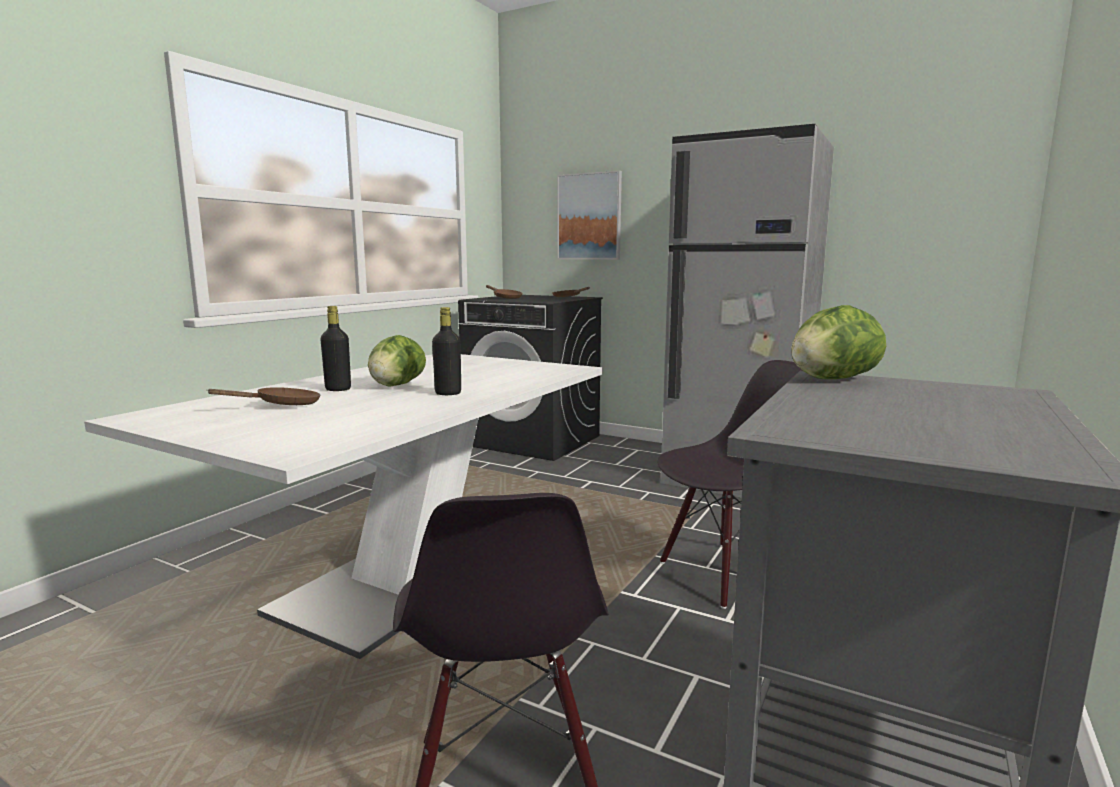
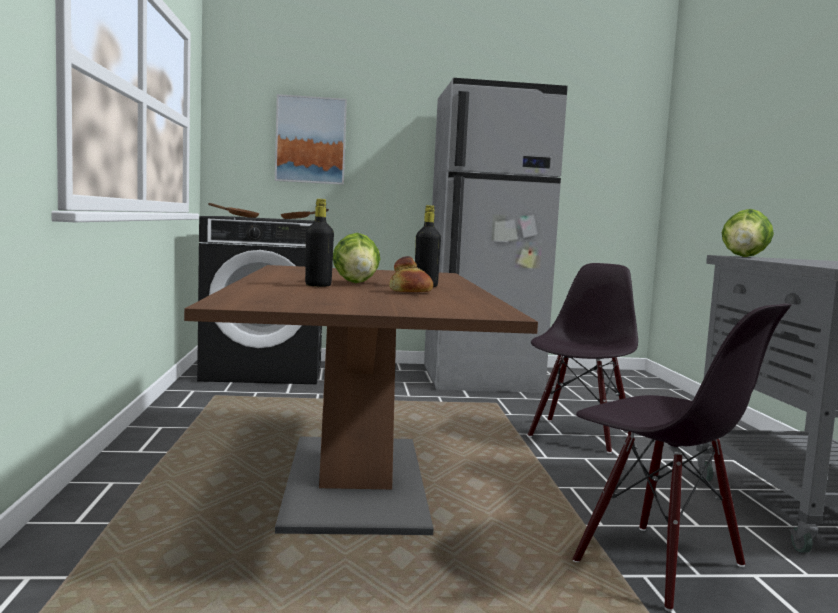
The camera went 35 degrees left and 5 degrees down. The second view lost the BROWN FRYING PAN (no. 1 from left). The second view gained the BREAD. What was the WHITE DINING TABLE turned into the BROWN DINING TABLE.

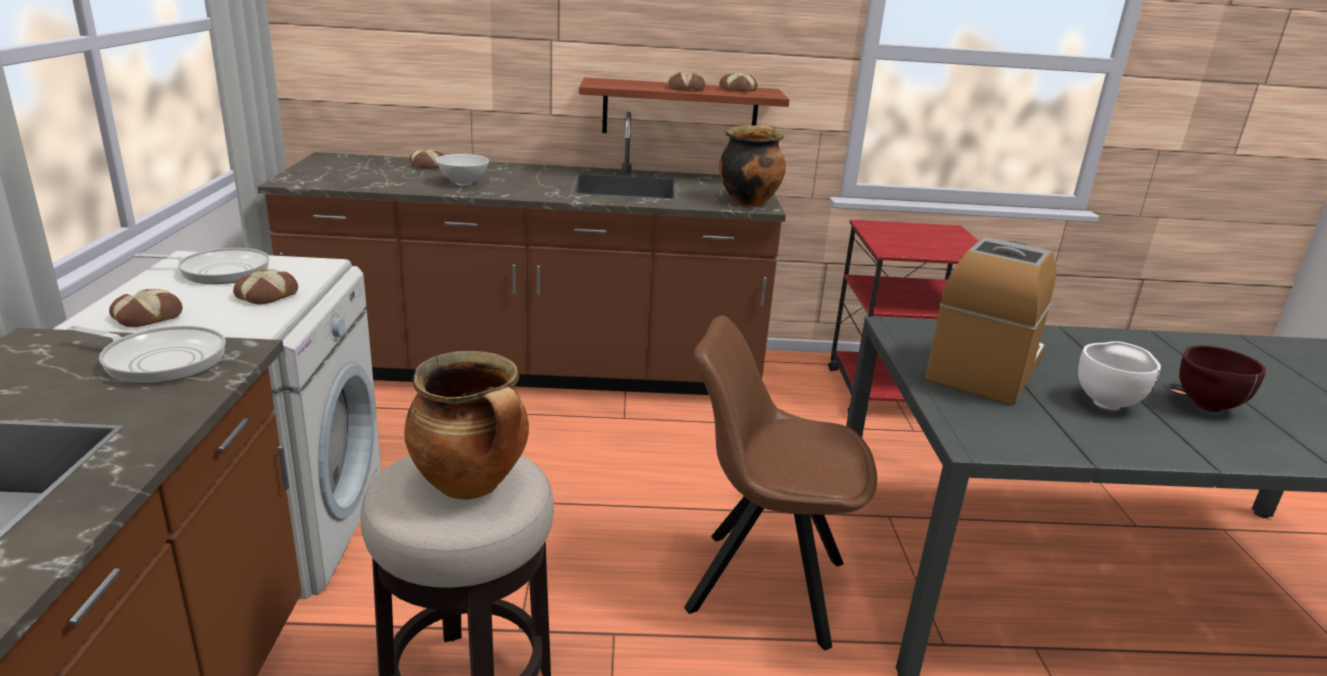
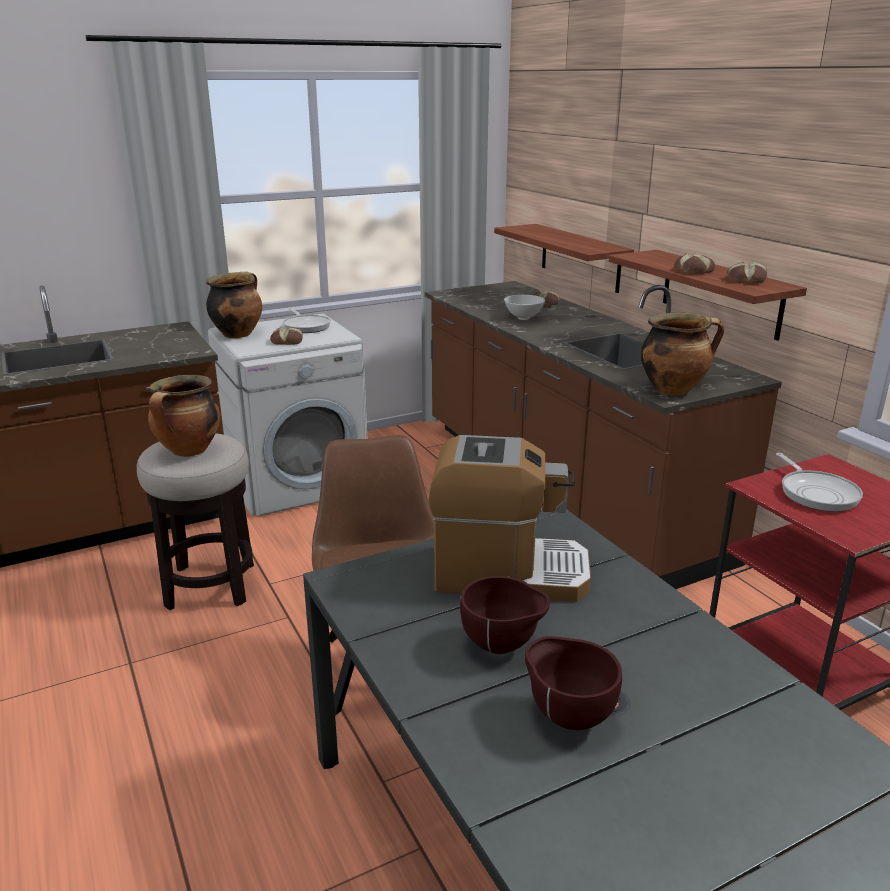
The camera went 65 degrees right and 0 degrees up. The second view gained the SHELF (no. 1 from left). The FRYING PAN (no. 1 from left in the first image) ended up elsewhere. Where the BREAD (no. 1 from left) stood, the COOKING POT (no. 2 from left) came to stand. What was the WHITE BOWL (no. 2 from left) turned into the BROWN BOWL (no. 1 from left).

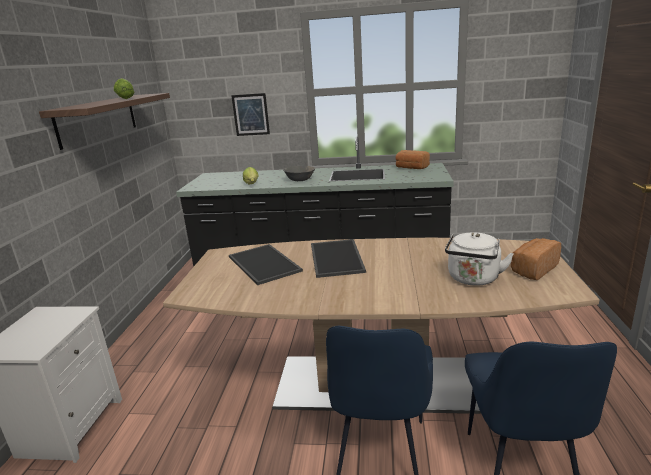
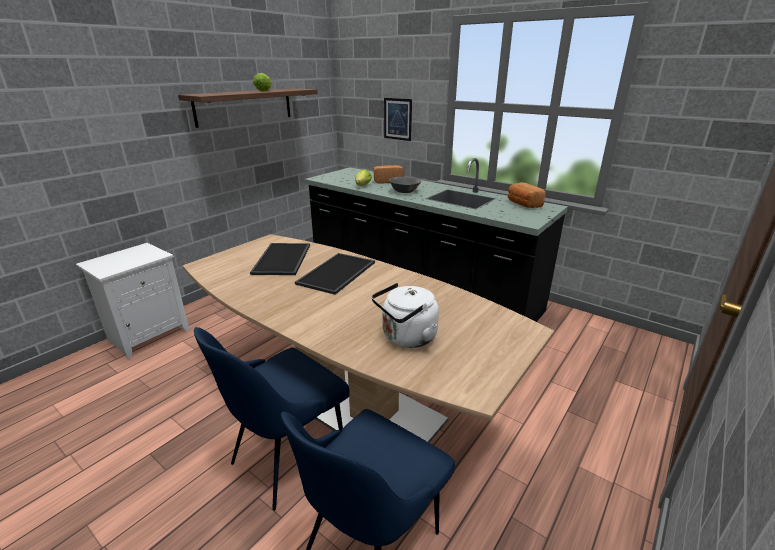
The camera went 30 degrees right and 5 degrees up. The BREAD (no. 2 from left in the first image) ended up elsewhere.

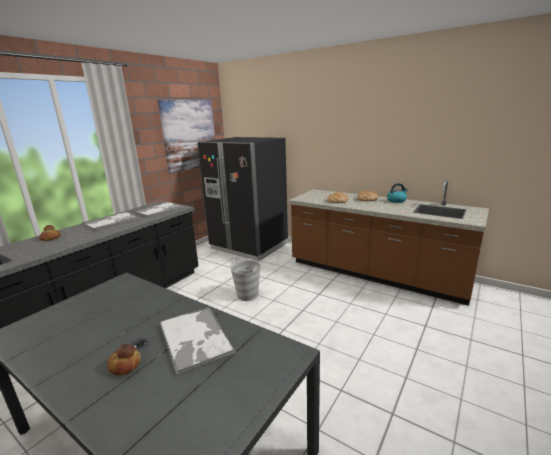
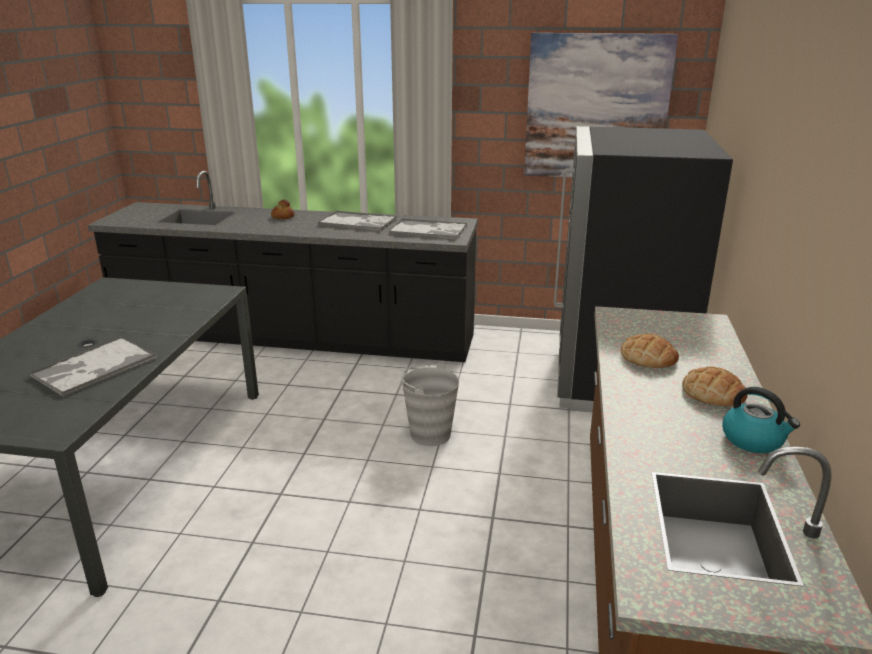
The camera went 65 degrees right and 5 degrees up. The second view lost the BREAD (no. 2 from left).

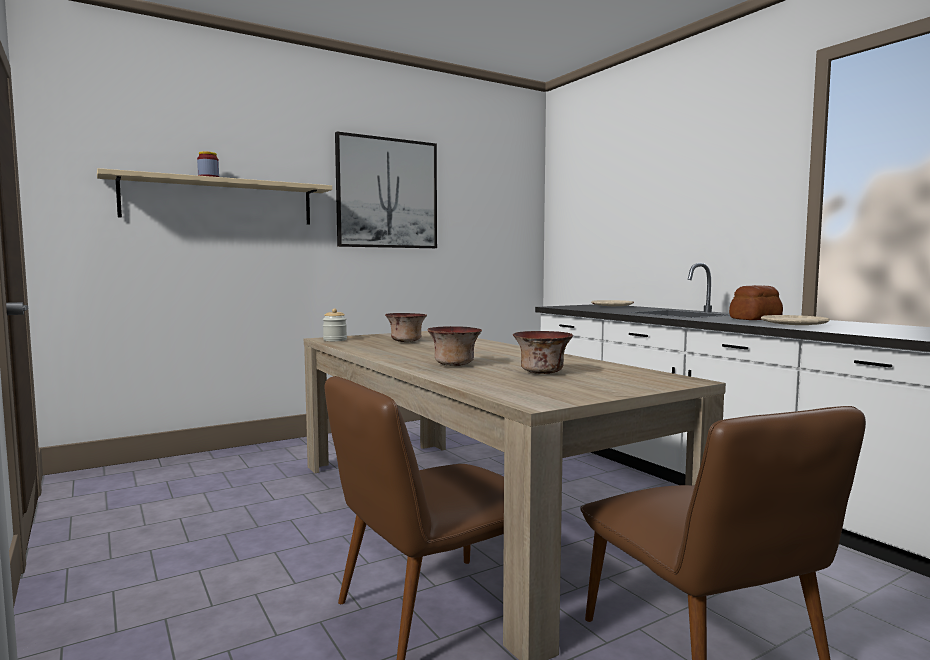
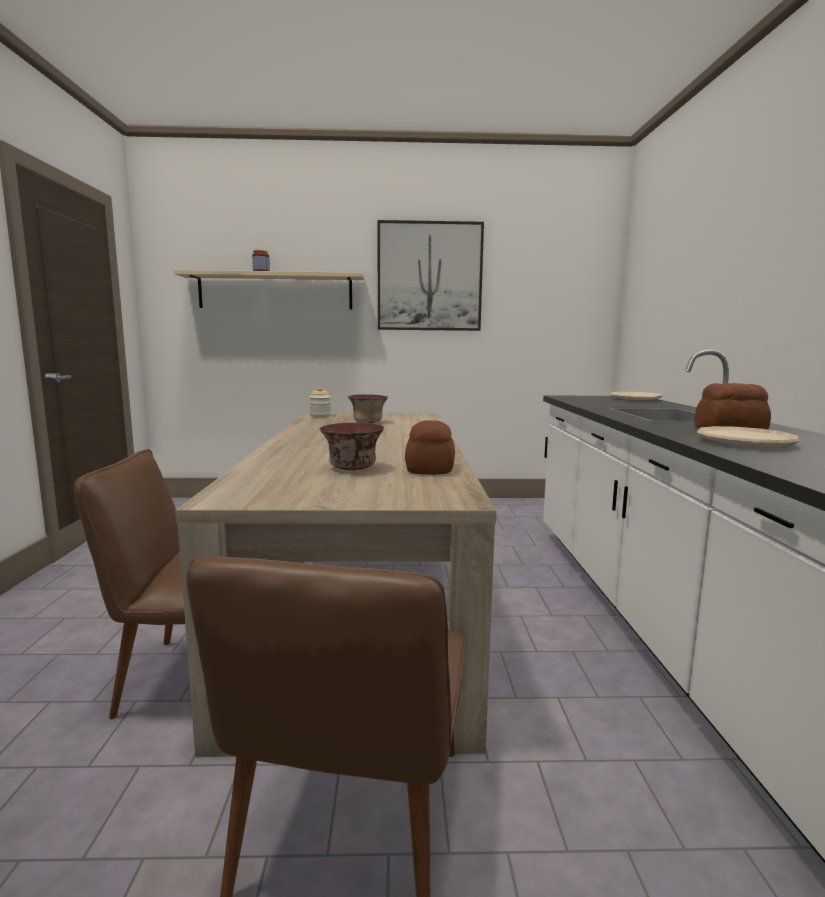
The camera went 30 degrees right and 5 degrees up. The second view lost the BOWL (no. 2 from left). The second view gained the BREAD (no. 1 from left).

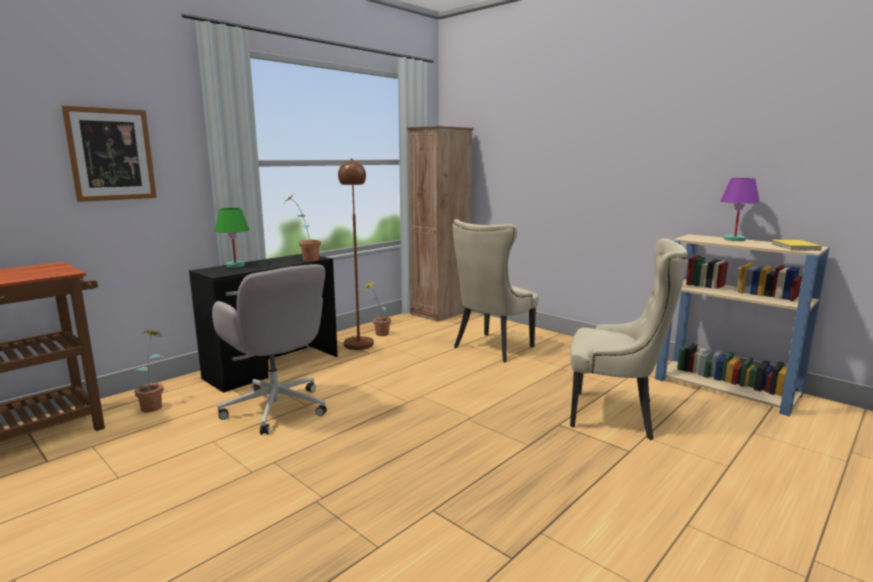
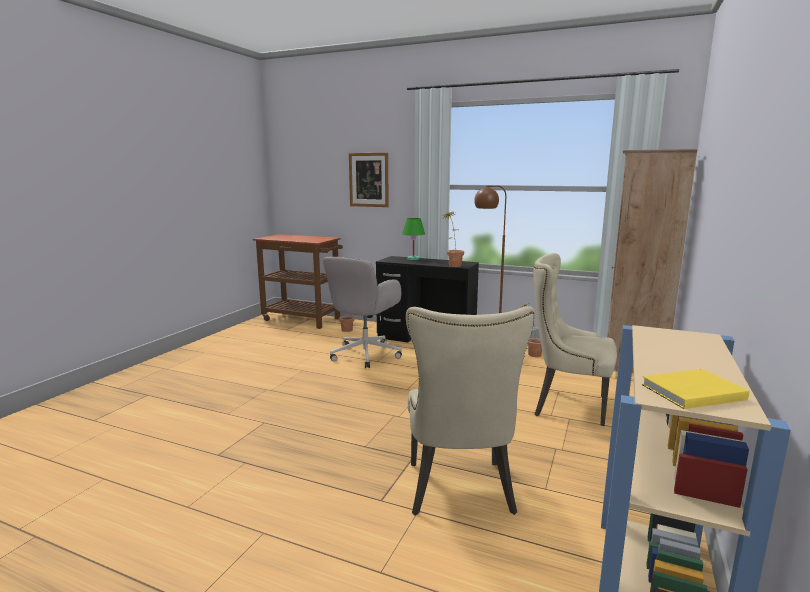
The camera went 70 degrees right and 0 degrees up. The second view lost the PURPLE TABLE LAMP.

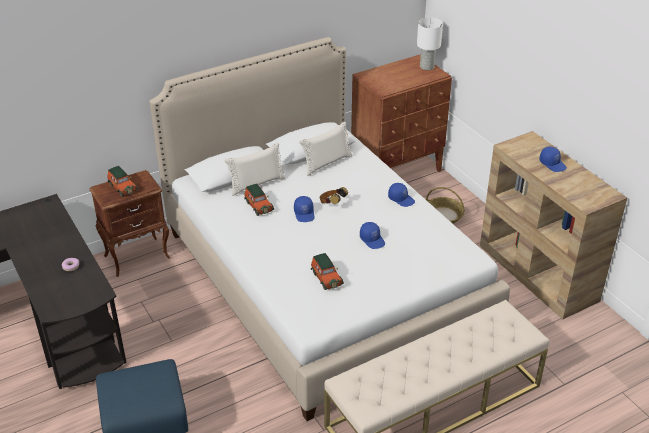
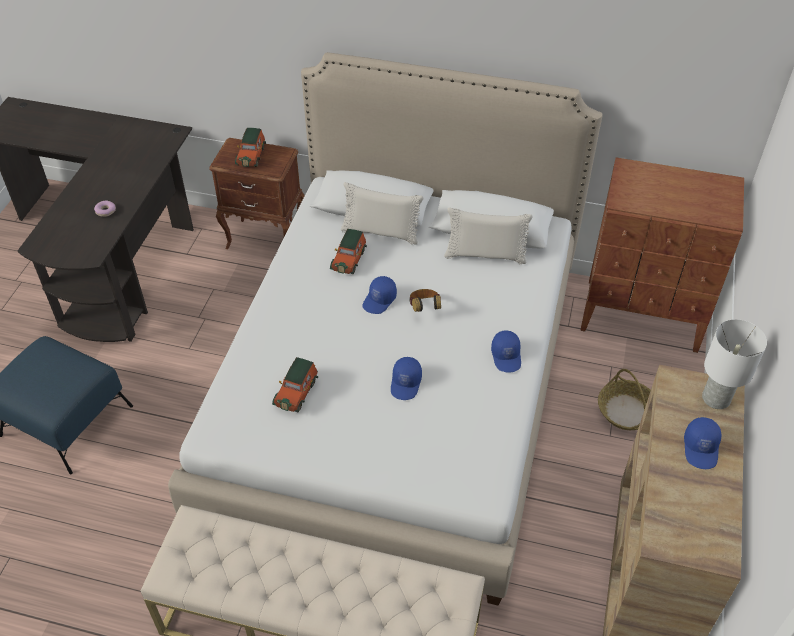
The camera went 45 degrees right and 10 degrees up. The WHITE TABLE LAMP ended up elsewhere.

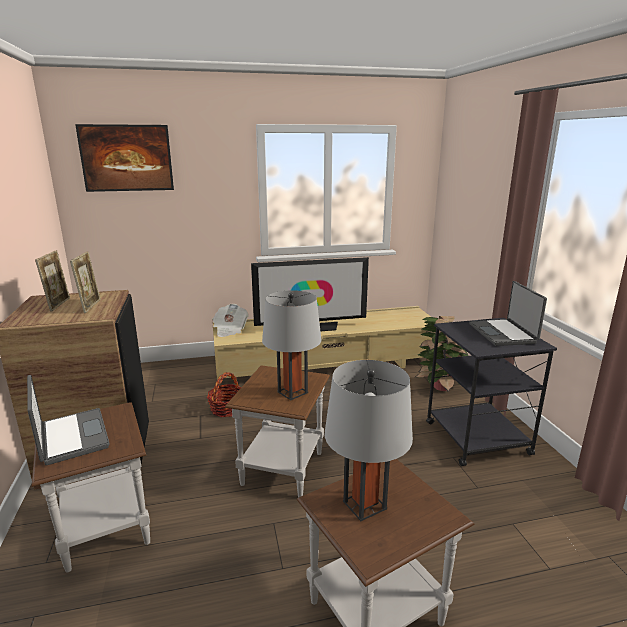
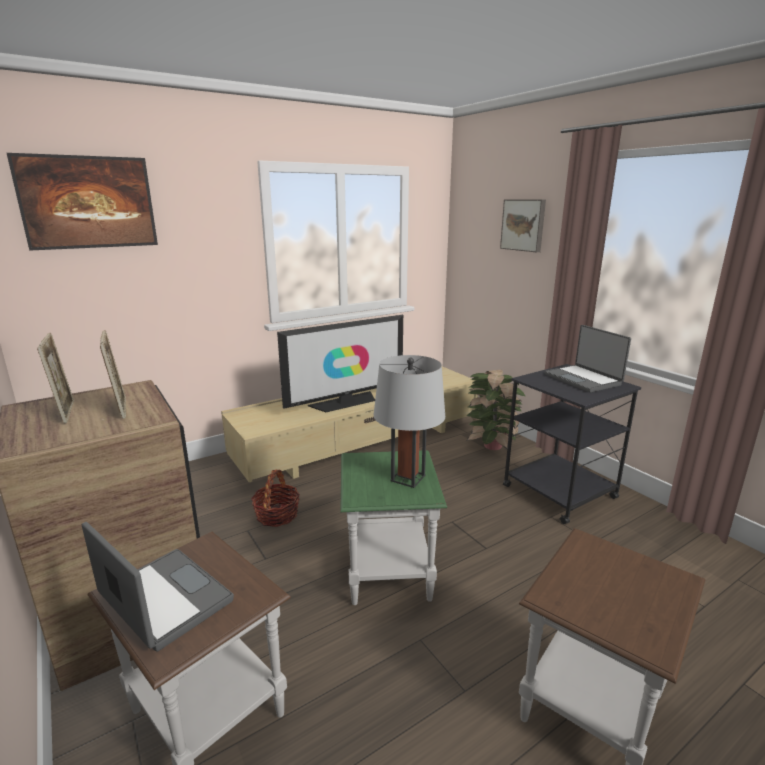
The camera went 20 degrees left and 0 degrees up. The second view lost the NEWSPAPER. The second view lost the GREY TABLE LAMP (no. 2 from left). The second view gained the PICTURE (no. 2 from left). What was the BROWN SIDE TABLE (no. 2 from left) turned into the GREEN SIDE TABLE.

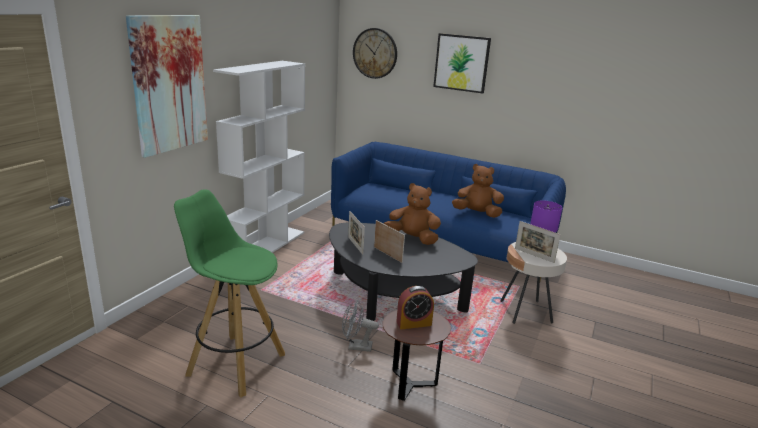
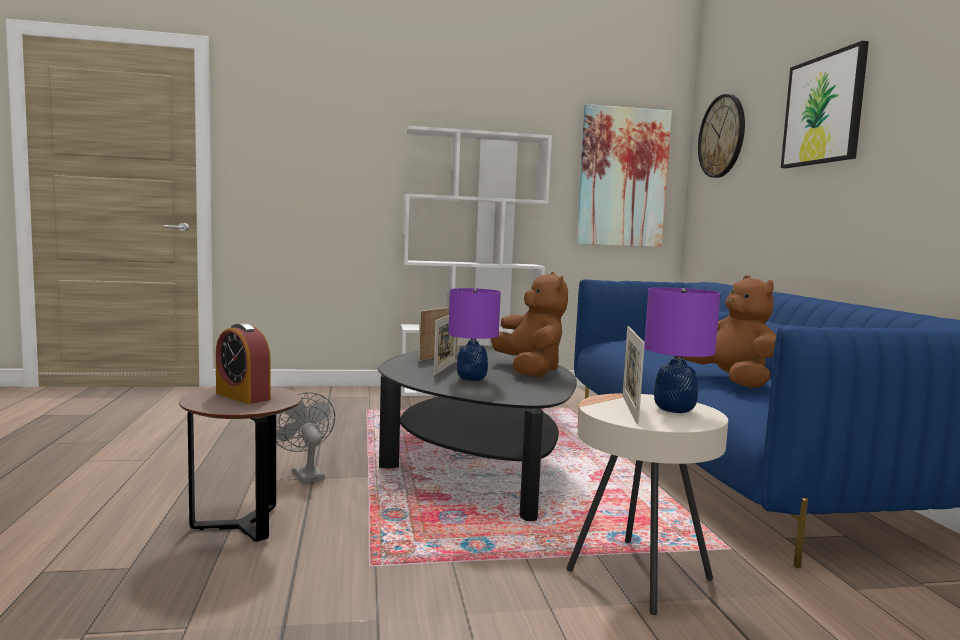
The camera went 55 degrees right and 15 degrees down. The second view lost the GREEN STOOL. The second view gained the PURPLE TABLE LAMP (no. 1 from left). The PICTURE (no. 1 from left) ended up elsewhere.

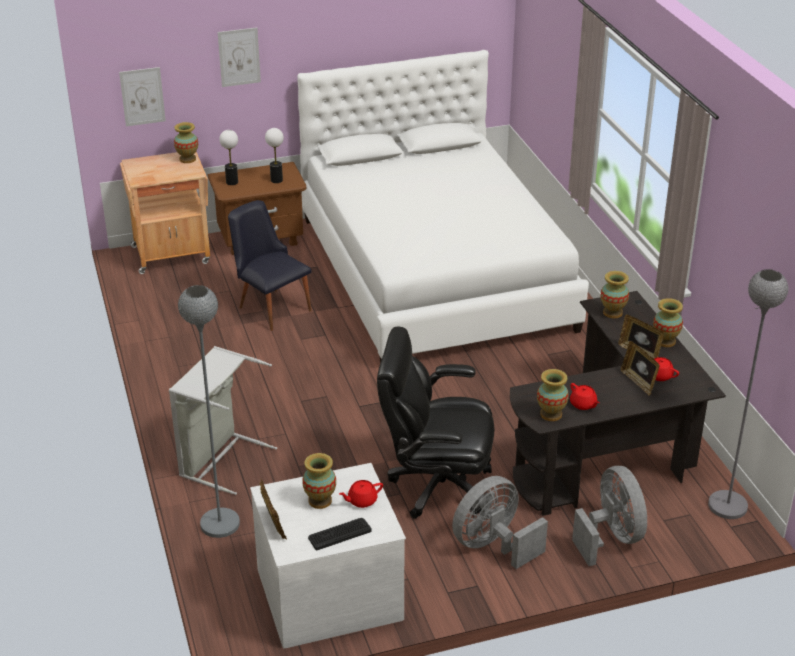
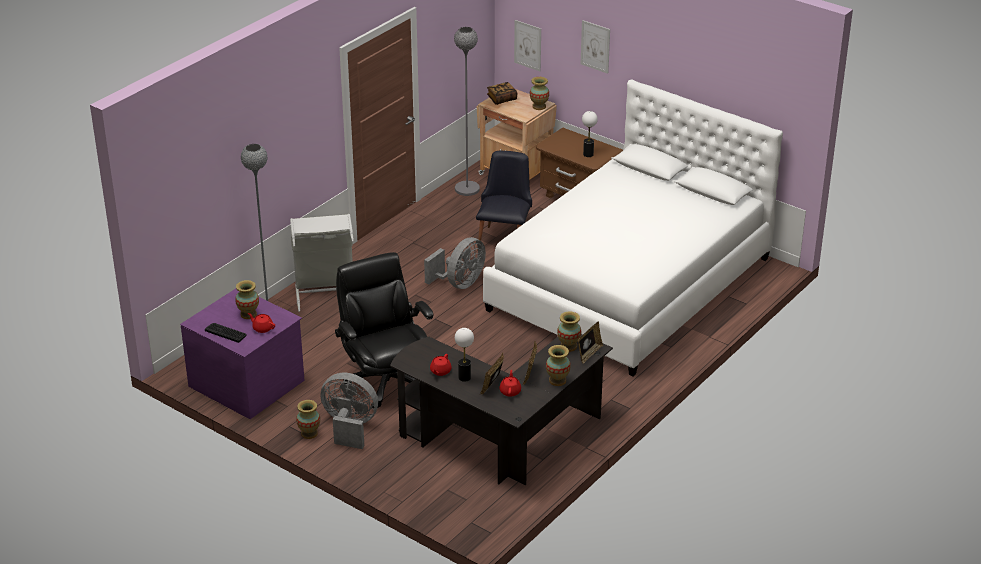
The camera went 55 degrees right and 0 degrees up. The second view gained the BOOK. The TABLE LAMP (no. 1 from left) ended up elsewhere. The PICTURE FRAME (no. 1 from left in the first image) ended up elsewhere. The VASE (no. 3 from left in the first image) ended up elsewhere. The GREY FAN (no. 2 from left) ended up elsewhere. The GREY FLOOR LAMP (no. 2 from left) ended up elsewhere. What was the WHITE DRESSER turned into the PURPLE DRESSER.

